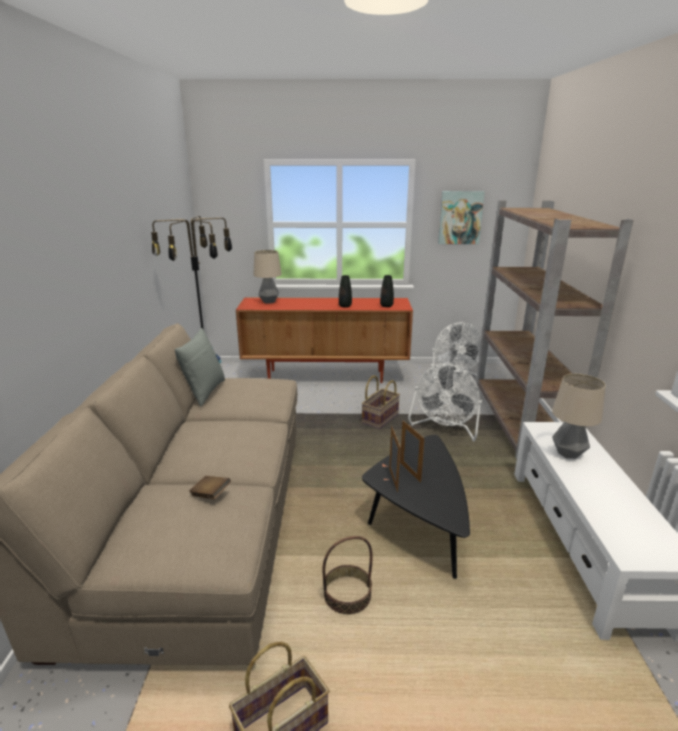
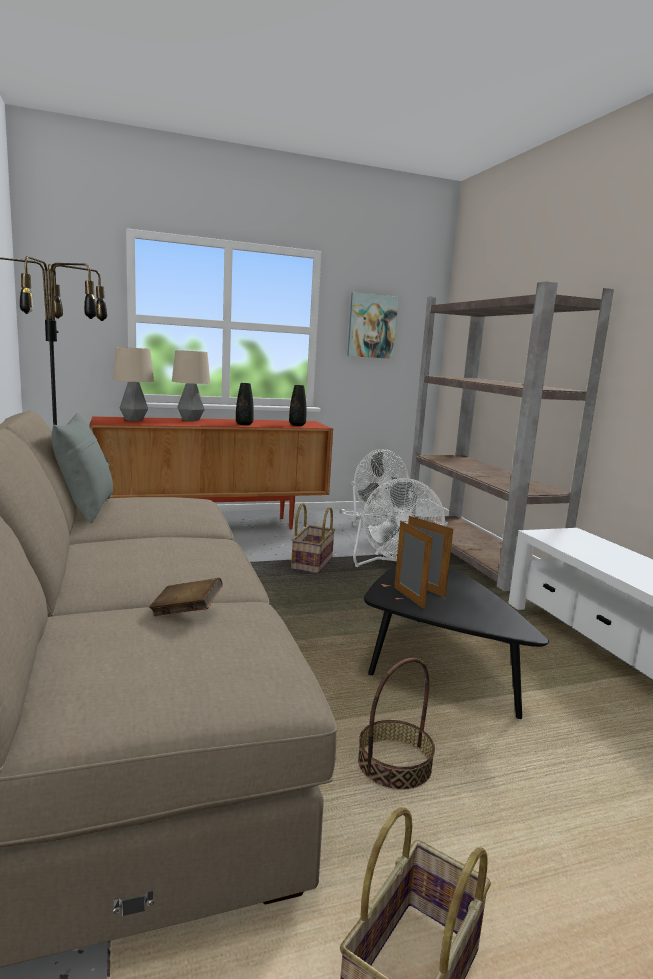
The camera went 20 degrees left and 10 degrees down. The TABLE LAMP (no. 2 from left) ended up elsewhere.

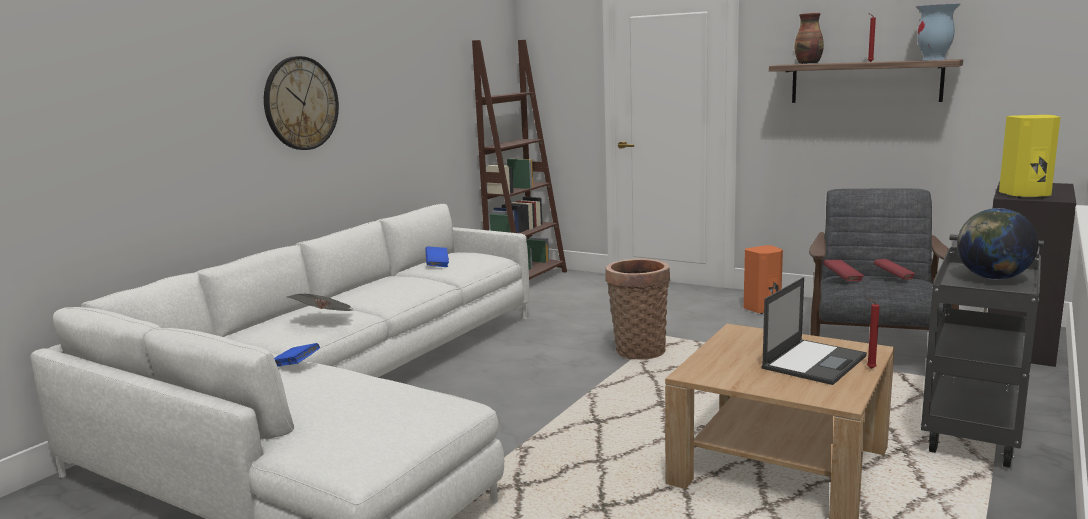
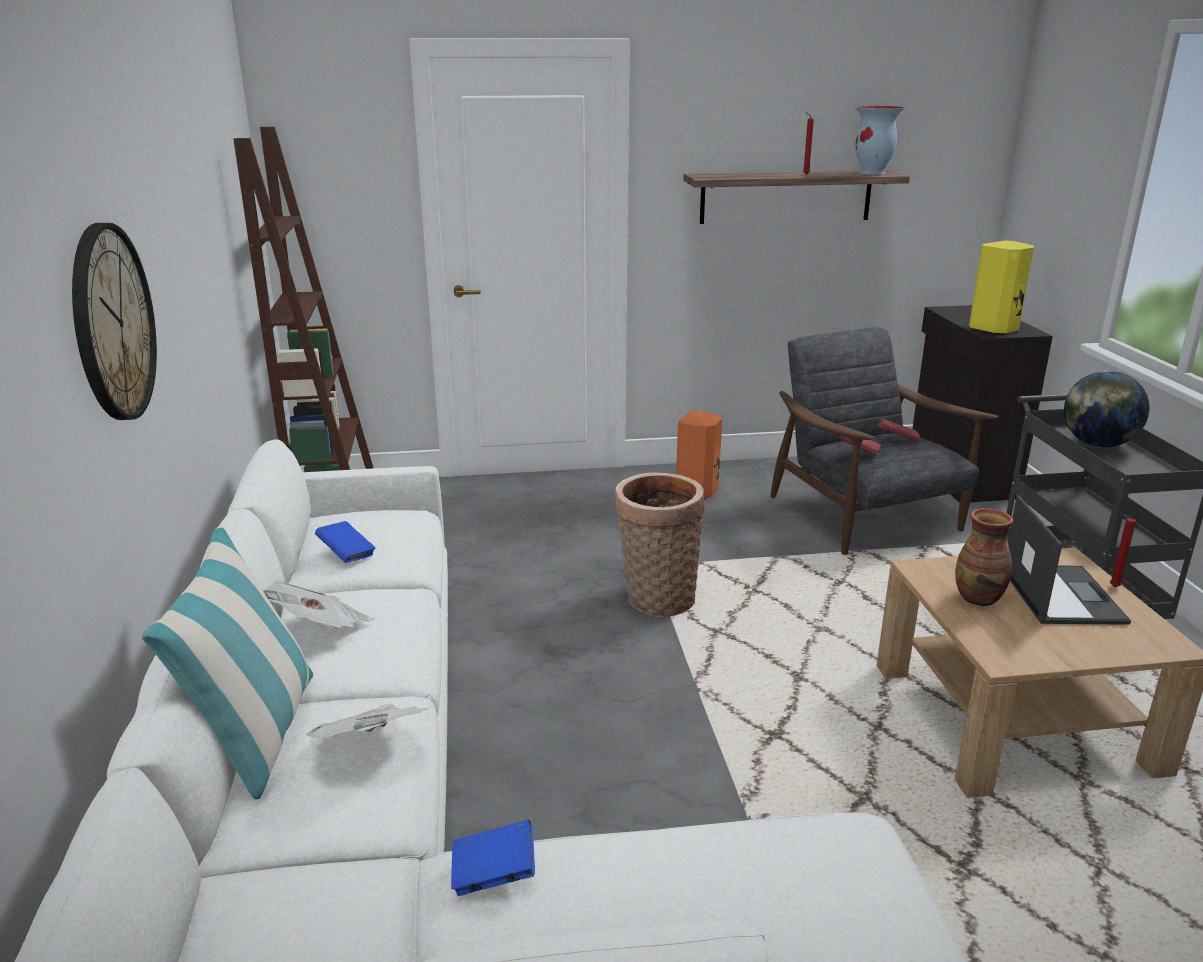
The camera went 40 degrees left and 10 degrees up. The second view gained the PILLOW. The second view gained the NEWSPAPER (no. 1 from left). The VASE (no. 1 from left in the first image) ended up elsewhere.

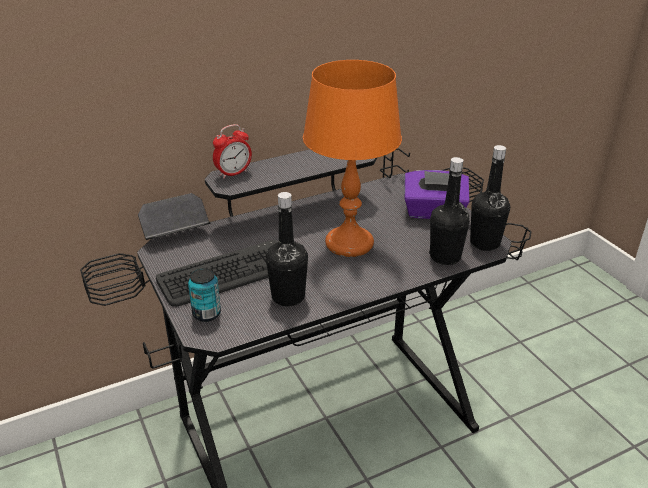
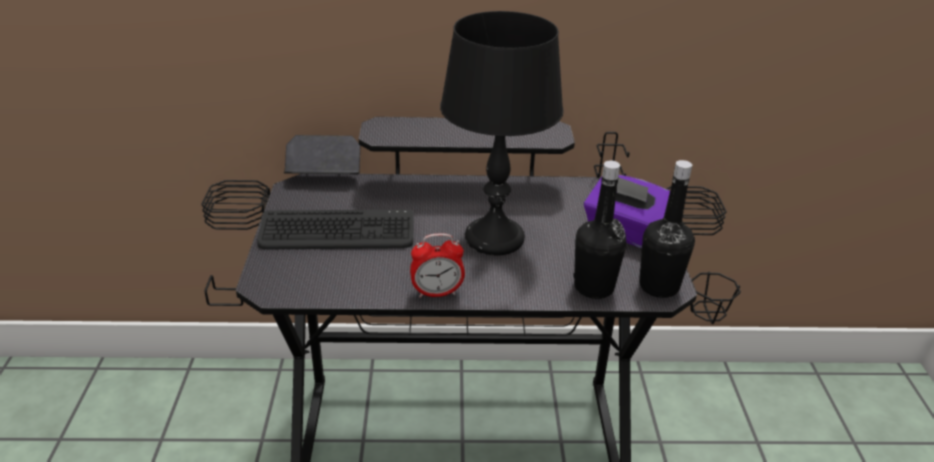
The camera went 25 degrees right and 0 degrees up. The second view lost the CAN. The second view lost the BLACK BOTTLE (no. 1 from left). The ALARM CLOCK ended up elsewhere. What was the ORANGE TABLE LAMP turned into the BLACK TABLE LAMP.

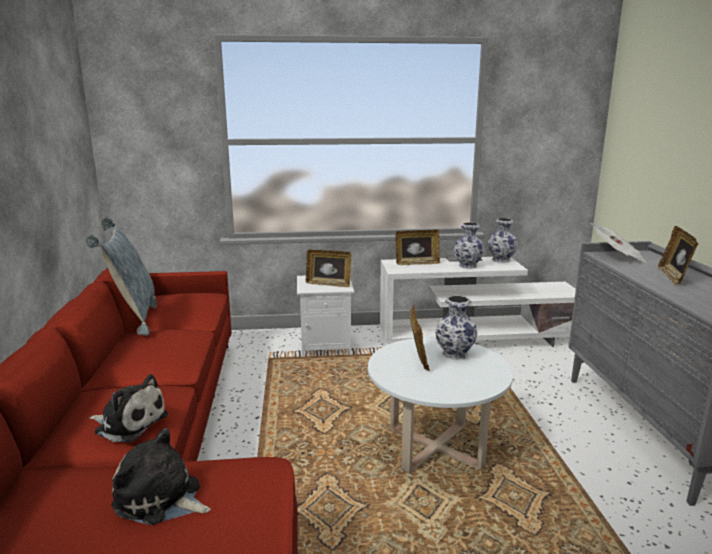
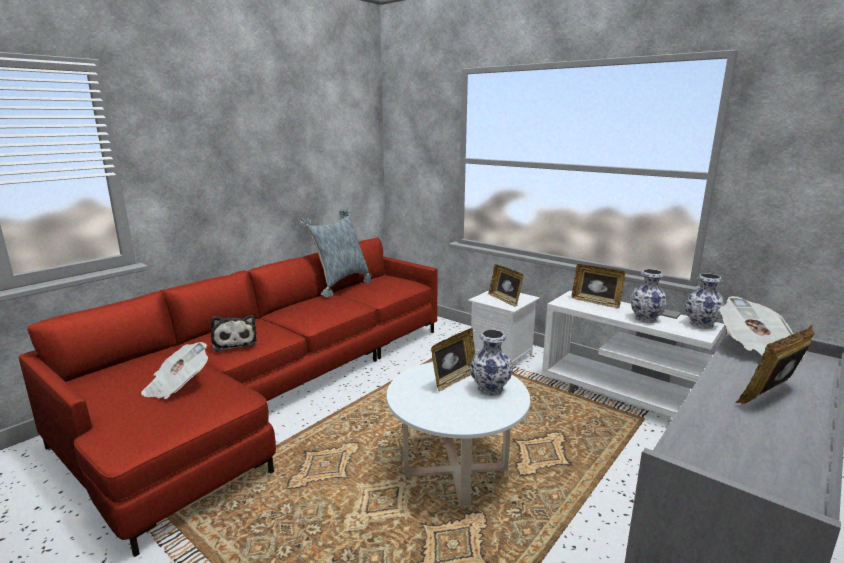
The camera went 45 degrees right and 0 degrees up. Where the PLUSH TOY (no. 2 from left) stood, the NEWSPAPER (no. 1 from left) came to stand.

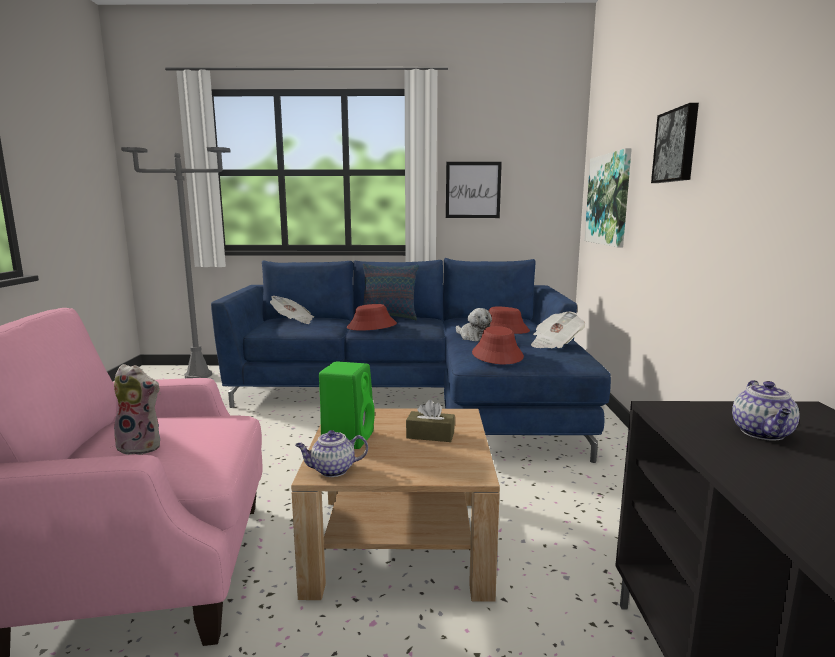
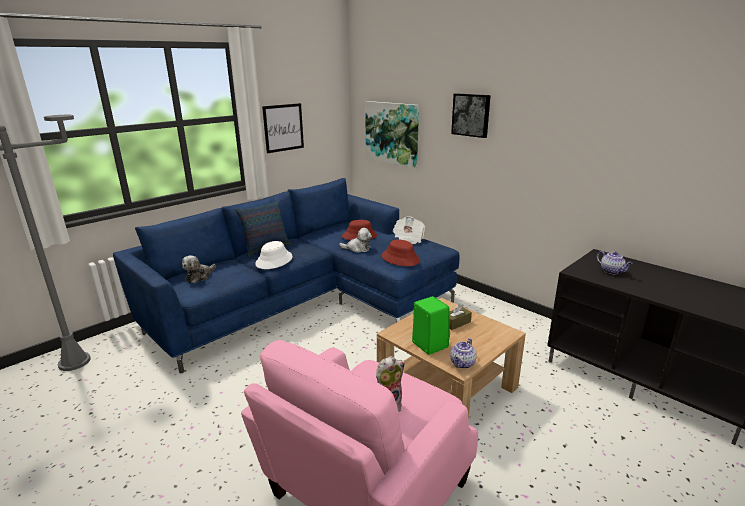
The camera went 45 degrees left and 10 degrees up. Where the NEWSPAPER (no. 1 from left) stood, the PLUSH TOY (no. 1 from left) came to stand. What was the RED HAT (no. 1 from left) turned into the WHITE HAT.

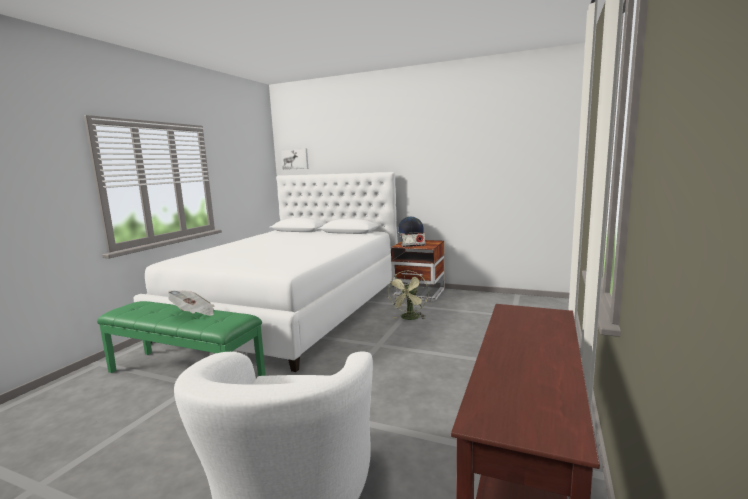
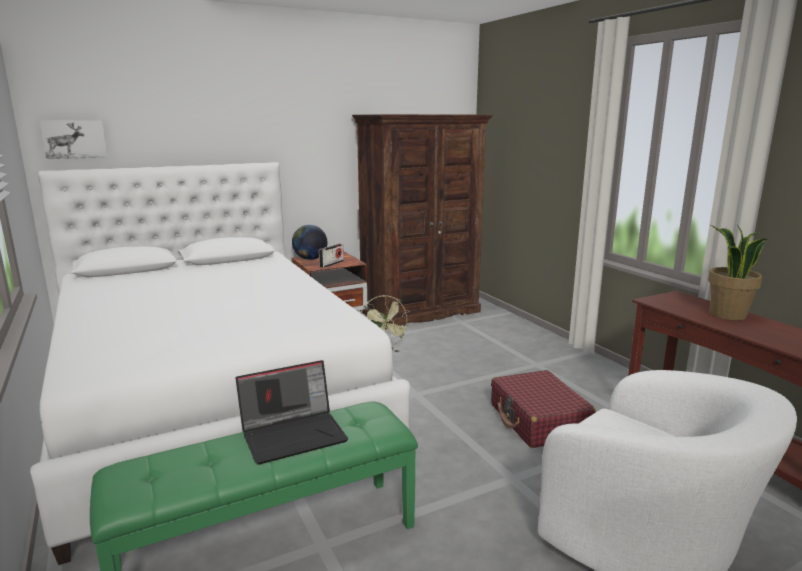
The camera went 50 degrees left and 5 degrees up. The second view gained the BROWN WARDROBE. The second view gained the RED SUITCASE. The second view gained the POTTED PLANT. Where the NEWSPAPER stood, the LAPTOP came to stand.

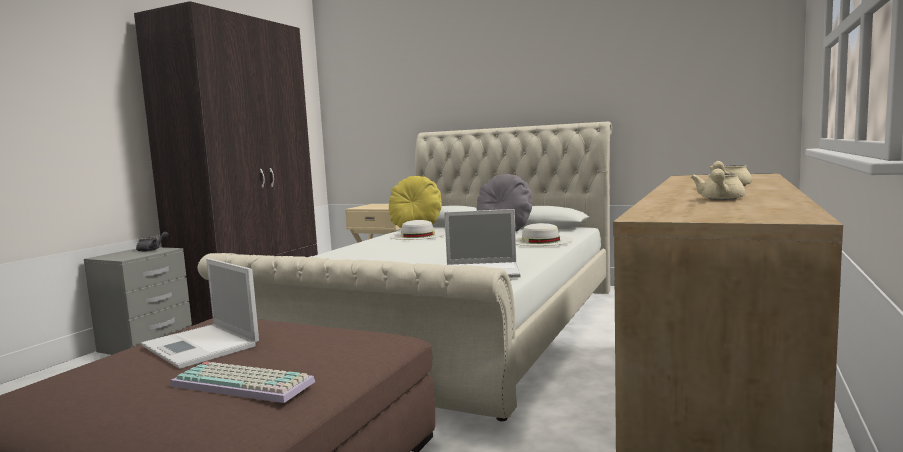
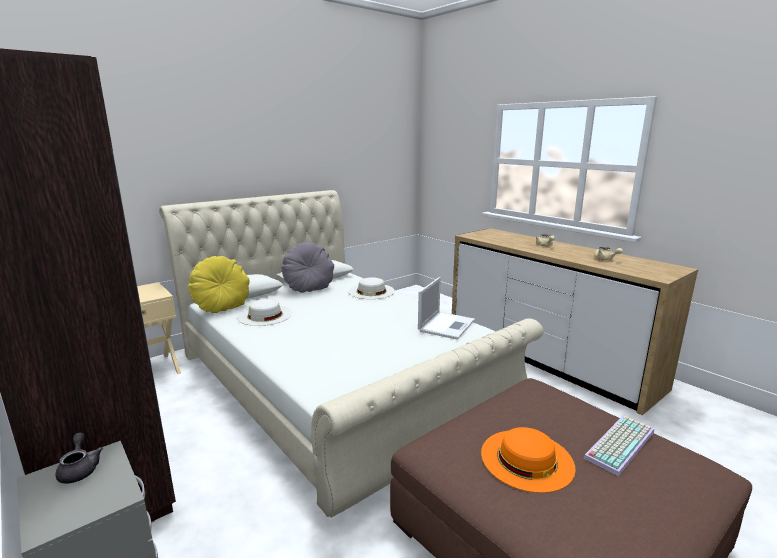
The camera went 65 degrees left and 10 degrees up. Where the LAPTOP (no. 1 from left) stood, the ORANGE HAT came to stand.

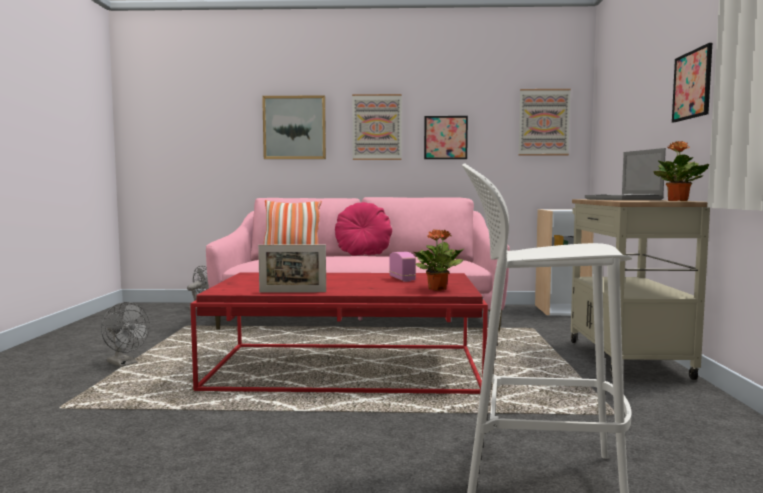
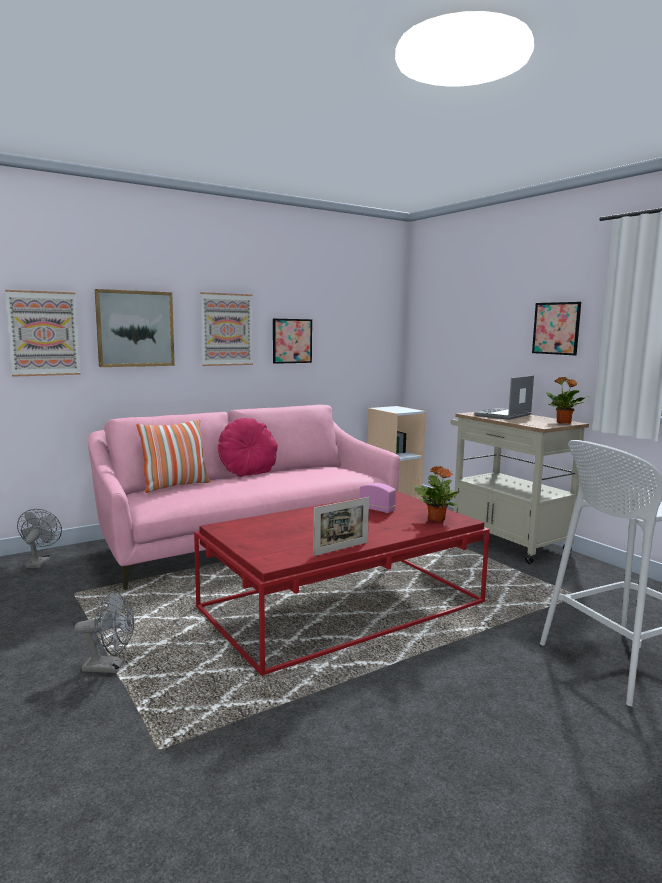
The camera went 35 degrees left and 5 degrees up. The PICTURE (no. 4 from left in the first image) ended up elsewhere. The LAPTOP ended up facing another way, 90 degrees clockwise from before.

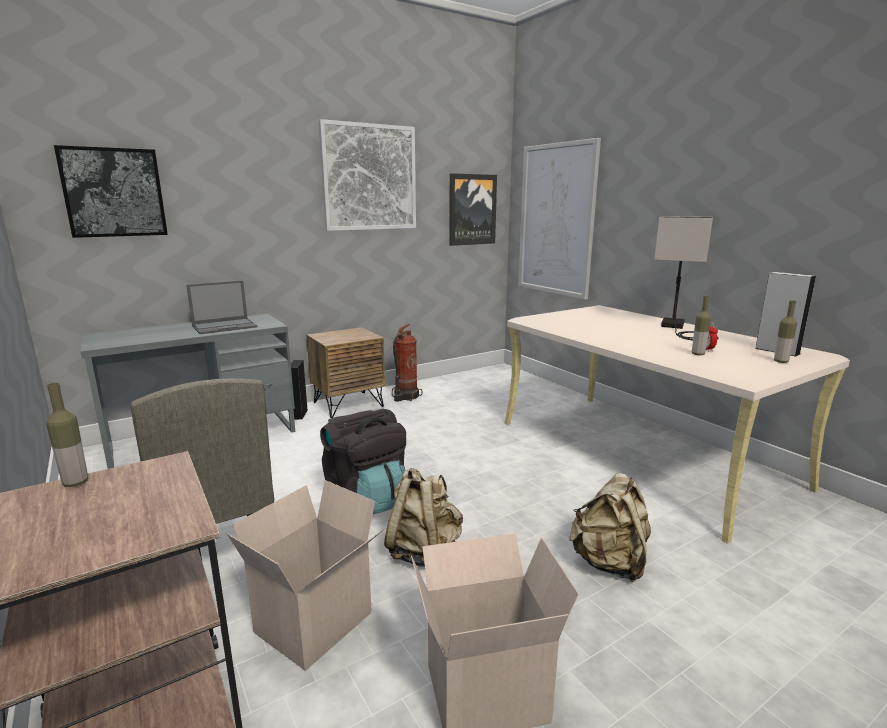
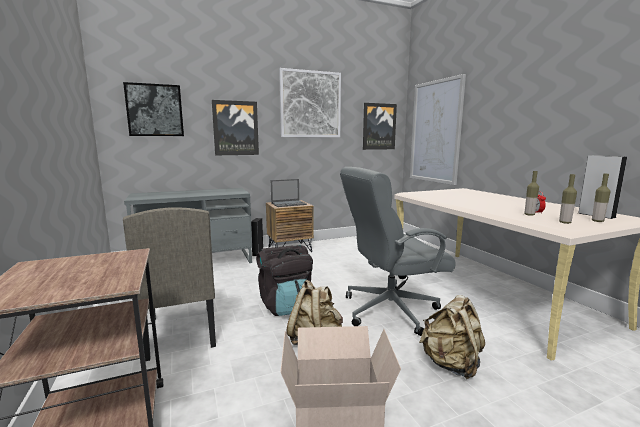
The camera went 10 degrees right and 5 degrees down. The second view lost the CARDBOARD BOX (no. 1 from left). The second view lost the FIRE EXTINGUISHER. The second view lost the TABLE LAMP. The second view gained the PICTURE (no. 2 from left). The second view gained the GREY OFFICE CHAIR. The BOTTLE (no. 1 from left in the first image) ended up elsewhere. The LAPTOP ended up elsewhere.

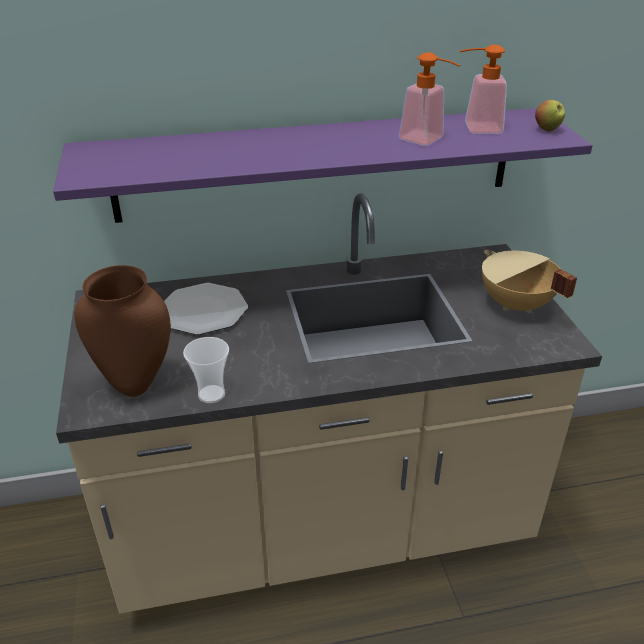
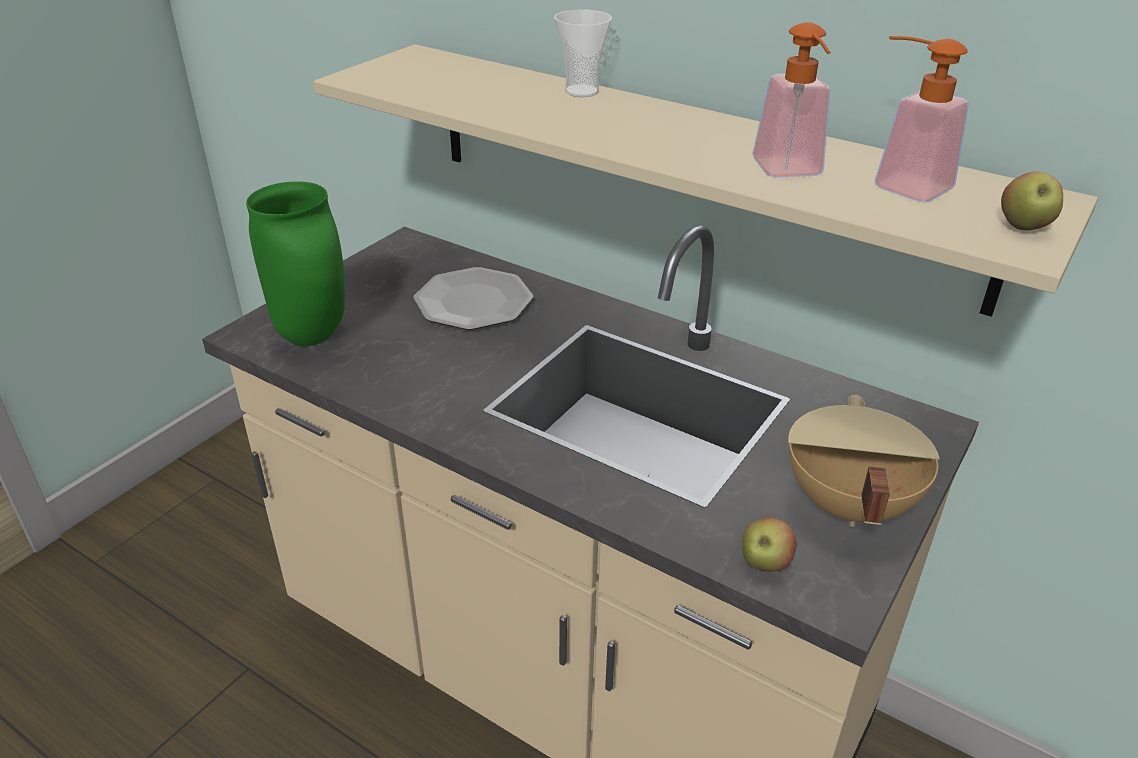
The camera went 45 degrees right and 0 degrees up. The second view gained the APPLE (no. 1 from left). The CUP ended up elsewhere. What was the PURPLE SHELF turned into the BEIGE SHELF. What was the BROWN VASE turned into the GREEN VASE.

